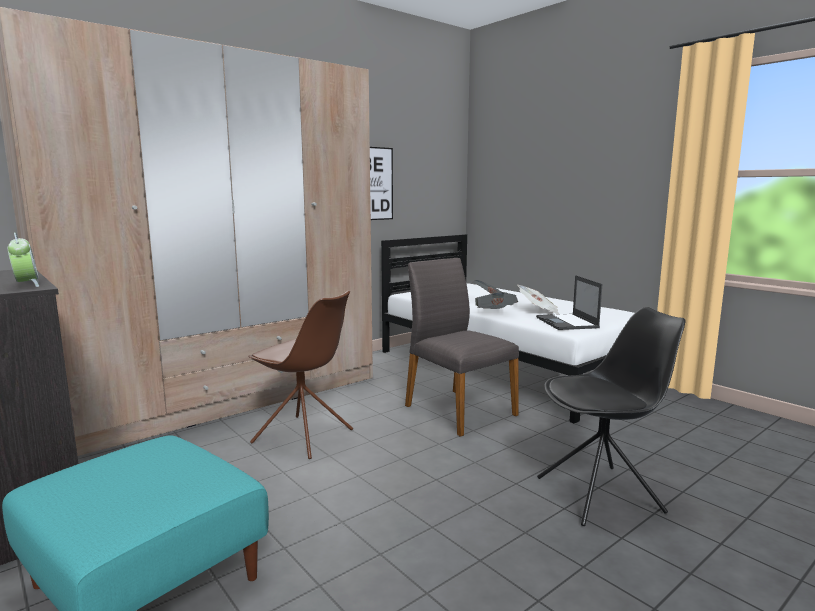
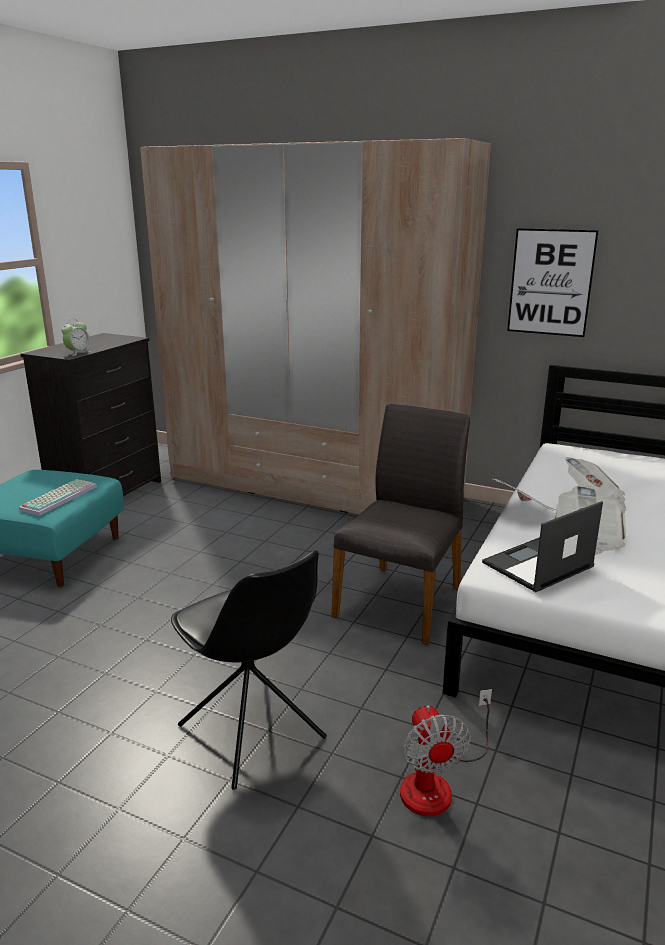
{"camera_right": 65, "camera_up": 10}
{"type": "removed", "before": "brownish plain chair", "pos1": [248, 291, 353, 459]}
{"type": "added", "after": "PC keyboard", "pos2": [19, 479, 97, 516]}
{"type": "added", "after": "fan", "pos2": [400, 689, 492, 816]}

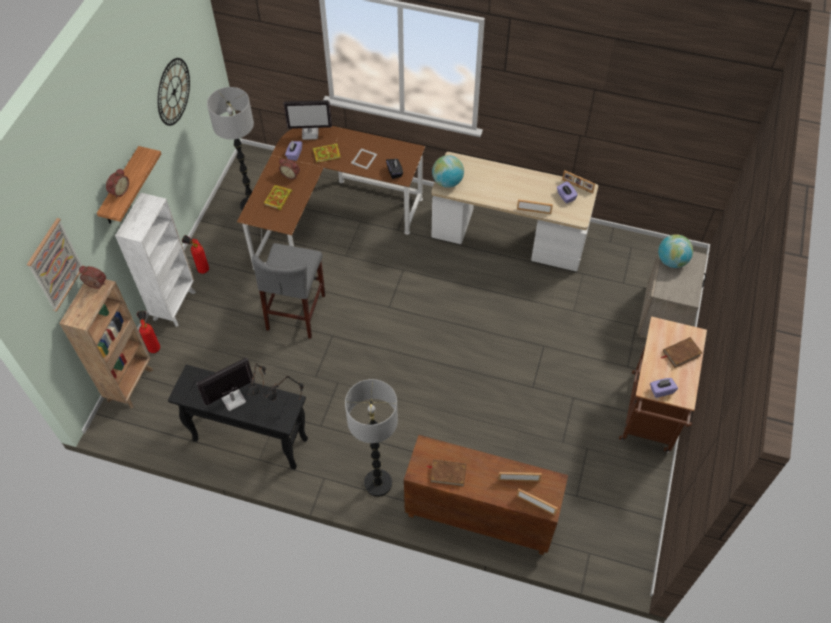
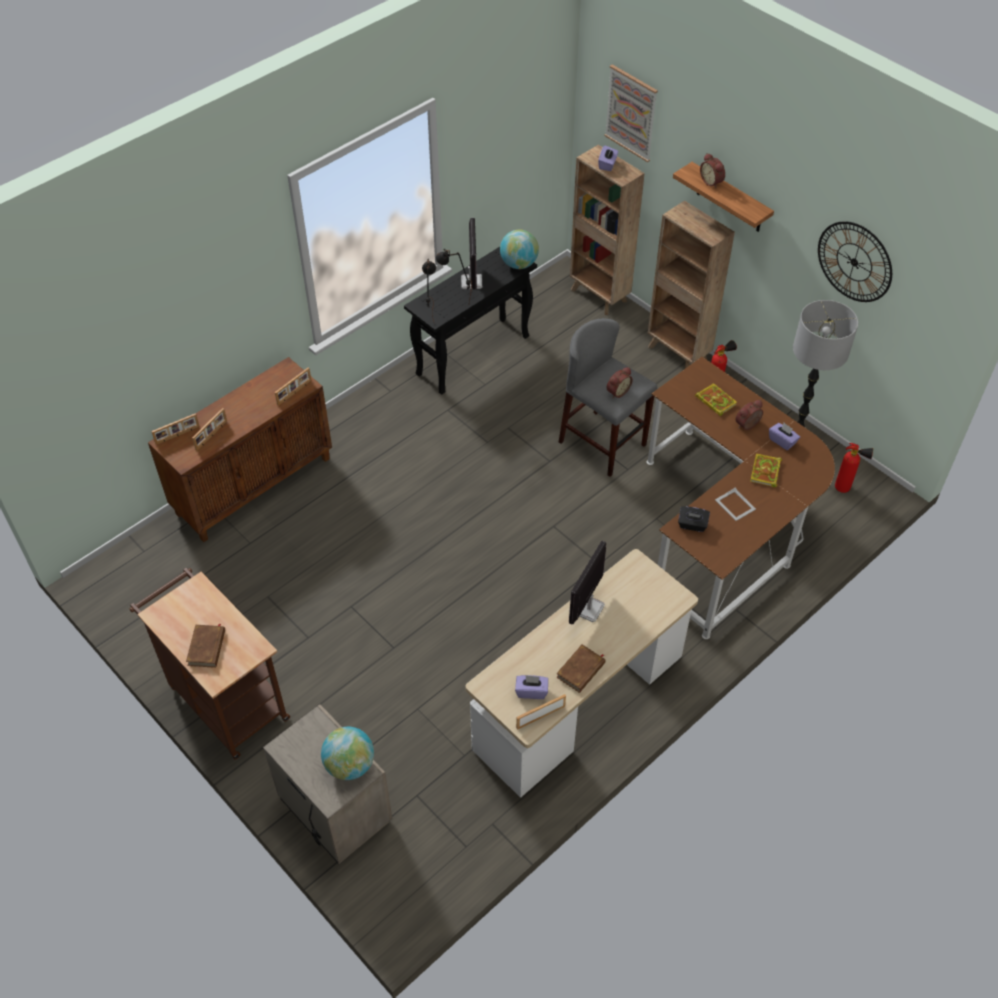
{"camera_right": 120, "camera_up": -5}
{"type": "removed", "before": "standing lamp", "pos1": [345, 379, 398, 497]}
{"type": "moved", "before": "table clock", "pos1": [79, 266, 106, 289], "pos2": [607, 367, 633, 398]}
{"type": "moved", "before": "fire extinguisher", "pos1": [137, 311, 160, 353], "pos2": [835, 443, 873, 493]}
{"type": "moved", "before": "computer screen", "pos1": [283, 100, 332, 140], "pos2": [569, 541, 606, 624]}
{"type": "moved", "before": "brownish bound book", "pos1": [426, 459, 466, 487], "pos2": [556, 645, 605, 693]}
{"type": "moved", "before": "world globe", "pos1": [432, 155, 464, 188], "pos2": [500, 230, 539, 269]}
{"type": "moved", "before": "picture frame", "pos1": [517, 199, 553, 214], "pos2": [275, 368, 311, 406]}
{"type": "moved", "before": "purple tissue holder", "pos1": [650, 378, 678, 398], "pos2": [598, 145, 618, 171]}
{"type": "recoloured", "before": "whitish shelving unit", "after": "brownish shelving unit", "pos1": [115, 193, 196, 327], "pos2": [648, 201, 735, 369]}

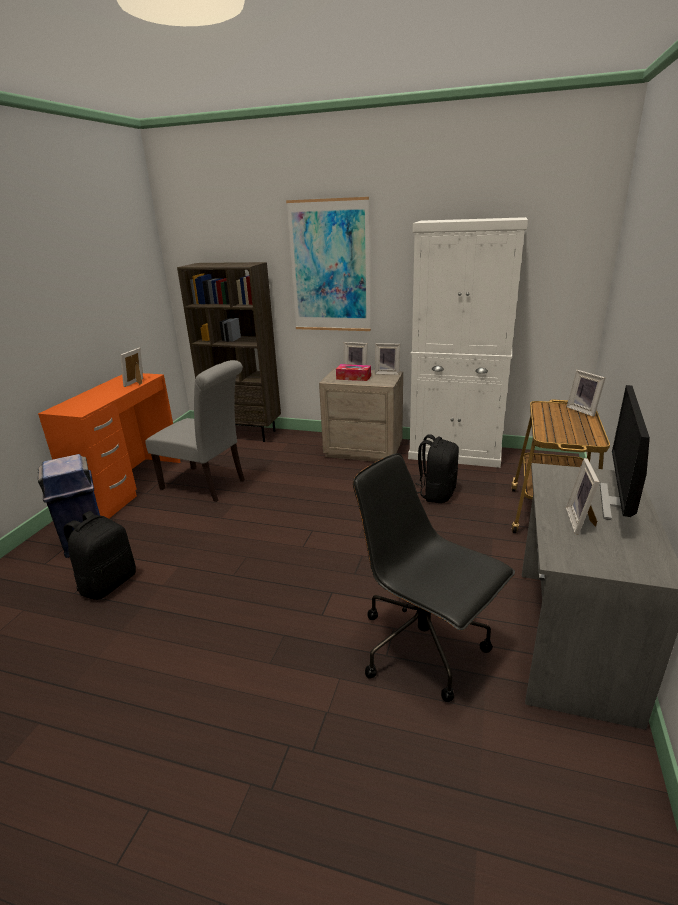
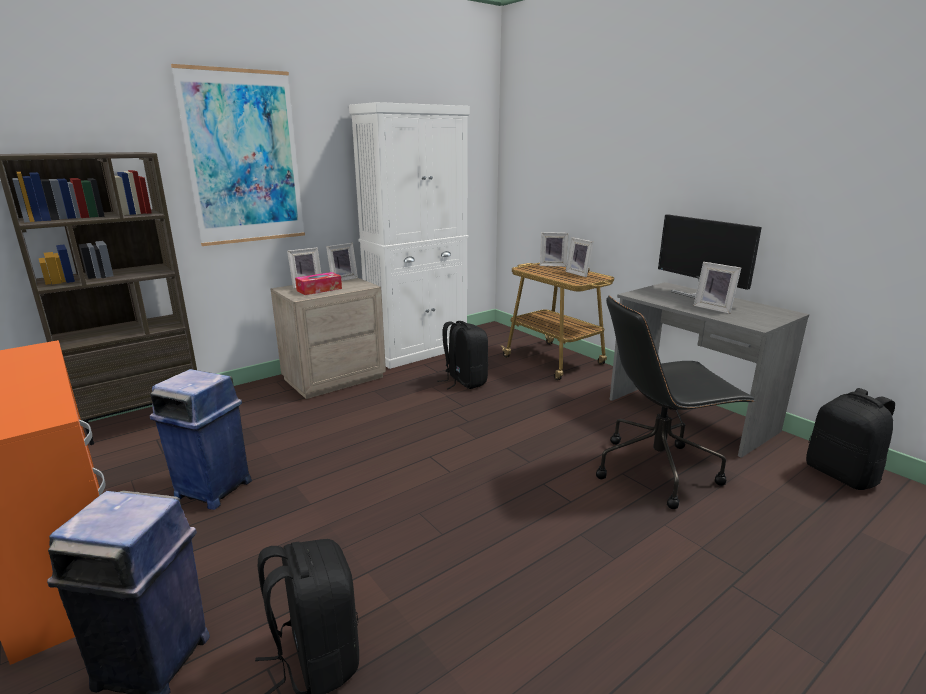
{"camera_right": -55, "camera_up": -5}
{"type": "added", "after": "black rucksack", "pos2": [806, 388, 895, 490]}
{"type": "moved", "before": "picture frame", "pos1": [120, 348, 143, 387], "pos2": [565, 237, 593, 277]}
{"type": "replaced", "before": "gray plain chair", "after": "blue-coloured trash can", "pos1": [145, 360, 245, 502], "pos2": [150, 369, 252, 510]}

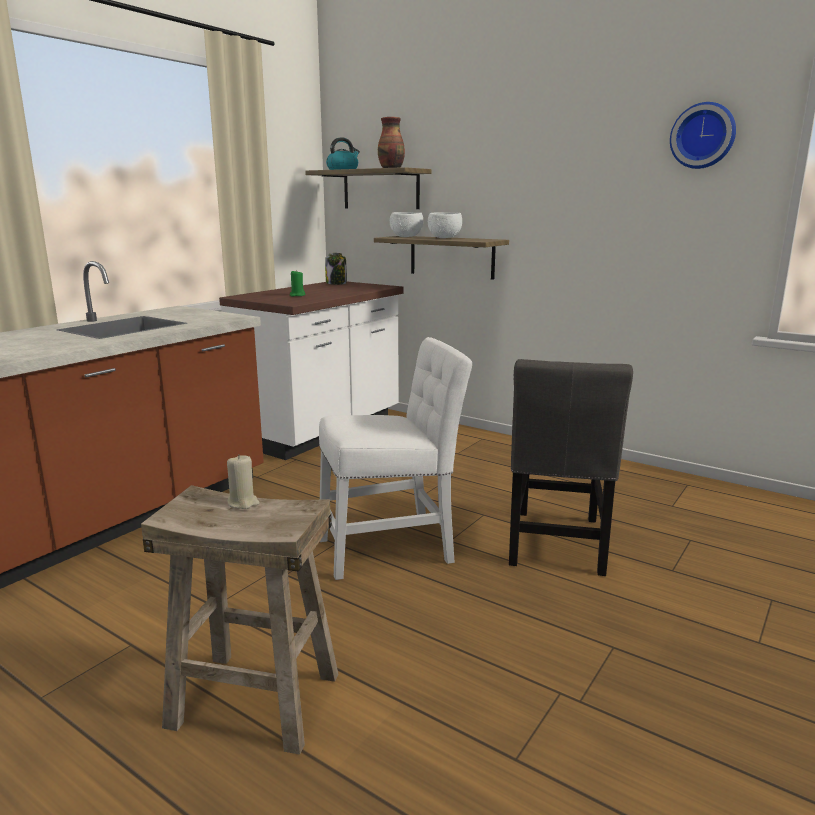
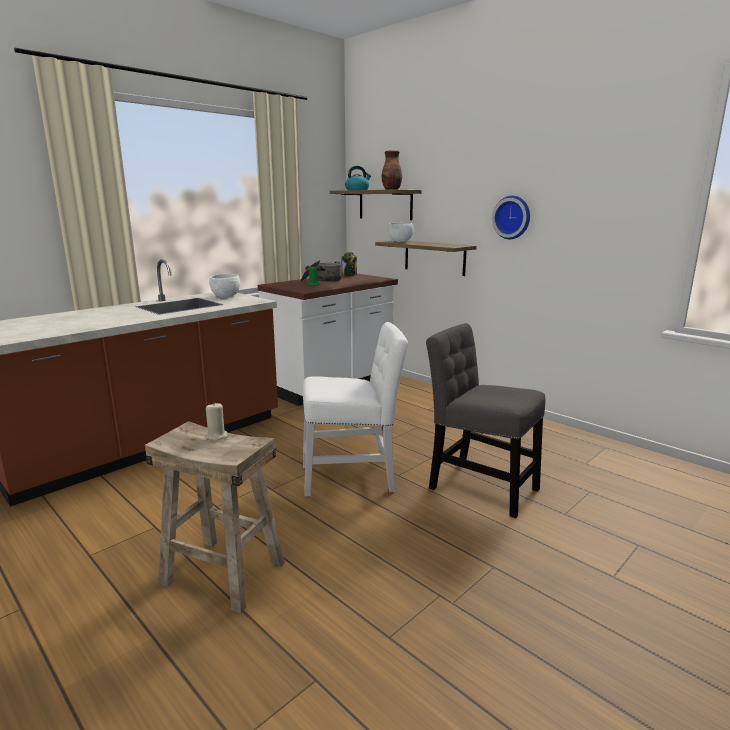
{"camera_right": 10, "camera_up": 0}
{"type": "added", "after": "cooking pot", "pos2": [300, 260, 343, 282]}
{"type": "moved", "before": "whitish deep dish", "pos1": [428, 212, 462, 238], "pos2": [209, 274, 240, 297]}
{"type": "moved", "before": "clock on the wall", "pos1": [670, 102, 736, 169], "pos2": [492, 196, 530, 239]}
{"type": "turned", "before": "gray plain chair", "pos1": [509, 359, 633, 576], "pos2": [426, 323, 546, 518], "turn": 105}

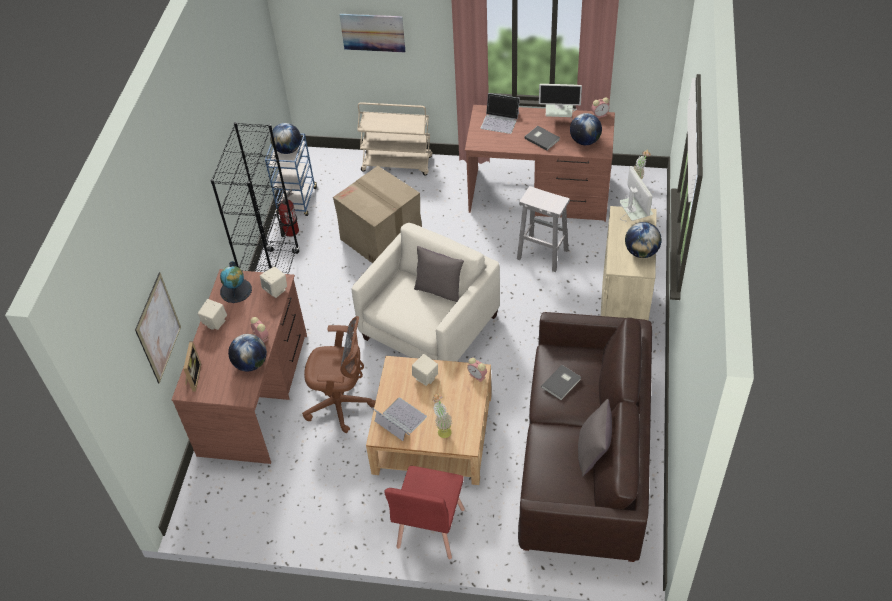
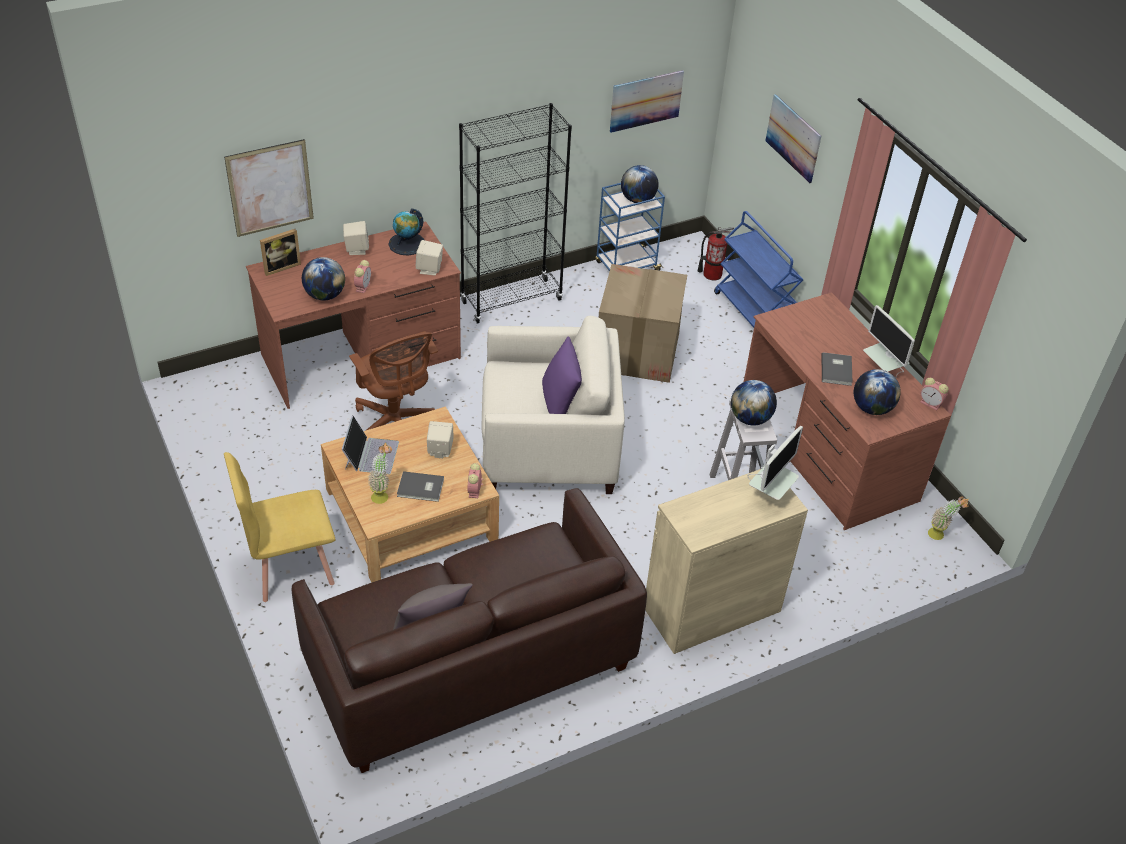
{"camera_right": 50, "camera_up": -5}
{"type": "removed", "before": "notebook computer", "pos1": [481, 93, 520, 134]}
{"type": "added", "after": "wall picture", "pos2": [610, 70, 684, 133]}
{"type": "moved", "before": "fire extinguisher", "pos1": [277, 189, 299, 237], "pos2": [698, 227, 734, 280]}
{"type": "moved", "before": "gray bound book", "pos1": [541, 365, 581, 400], "pos2": [397, 471, 444, 502]}
{"type": "moved", "before": "world globe", "pos1": [625, 222, 662, 258], "pos2": [731, 380, 777, 426]}
{"type": "recoloured", "before": "sand-coloured trolley", "after": "blue-coloured trolley", "pos1": [357, 102, 432, 175], "pos2": [714, 211, 803, 328]}
{"type": "recoloured", "before": "red-coloured plain chair", "after": "yellow-coloured plain chair", "pos1": [384, 466, 465, 559], "pos2": [224, 452, 336, 602]}
{"type": "recoloured", "before": "gray cushion", "after": "purple cushion", "pos1": [414, 246, 464, 302], "pos2": [542, 337, 582, 414]}

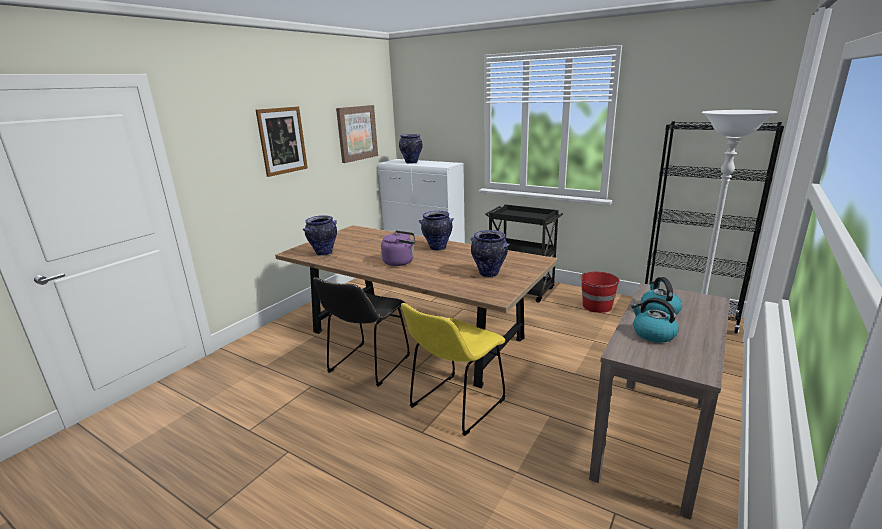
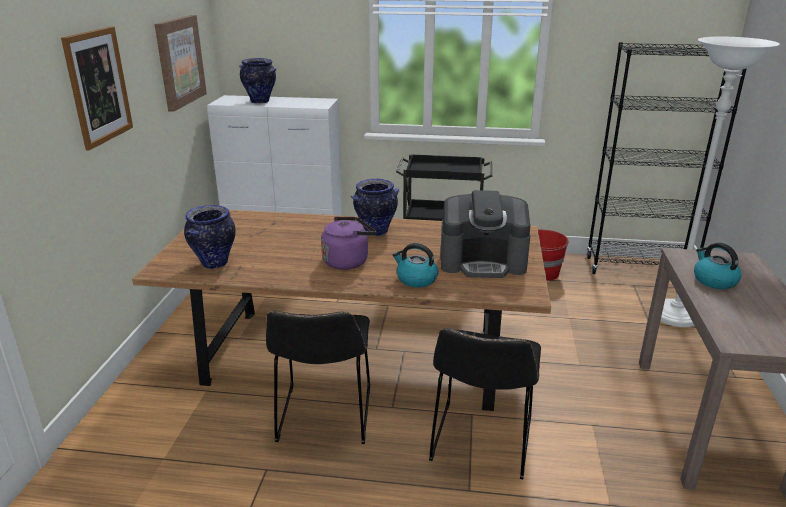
{"camera_right": -25, "camera_up": 5}
{"type": "moved", "before": "kettle", "pos1": [631, 298, 679, 343], "pos2": [393, 243, 438, 288]}
{"type": "replaced", "before": "decorative vase", "after": "coffee brewer", "pos1": [471, 230, 510, 277], "pos2": [441, 190, 531, 278]}
{"type": "recoloured", "before": "yellow-coloured plain chair", "after": "black plain chair", "pos1": [401, 303, 506, 436], "pos2": [429, 328, 541, 479]}

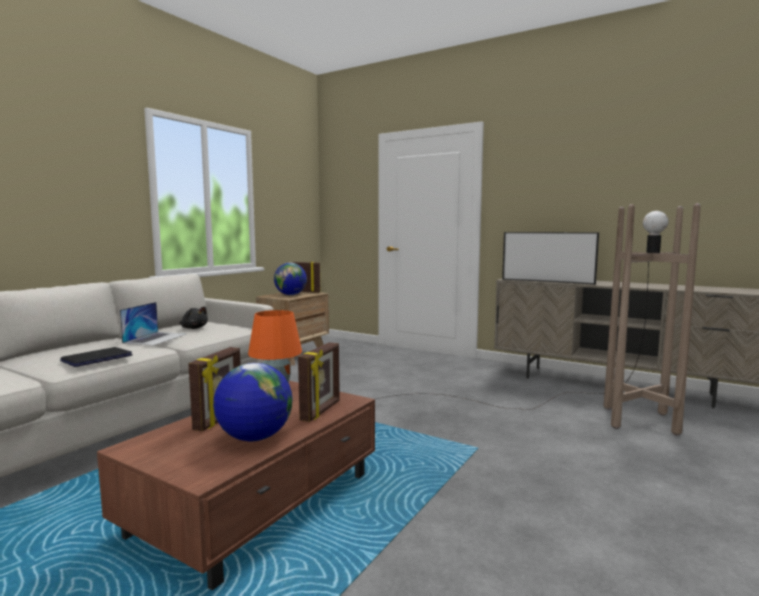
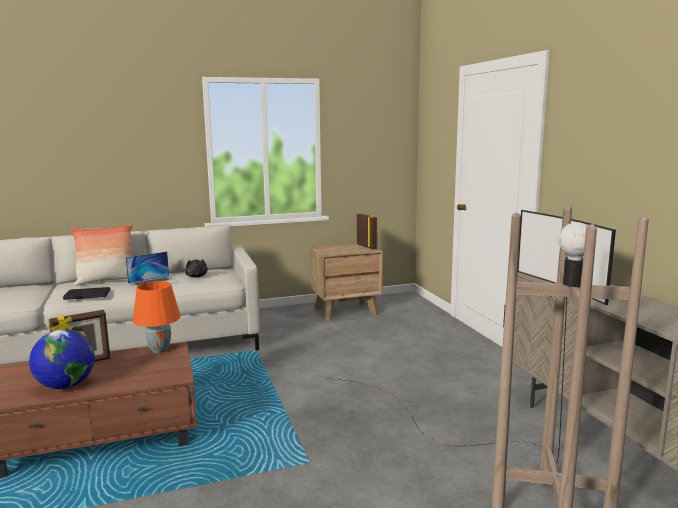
{"camera_right": 40, "camera_up": 5}
{"type": "removed", "before": "world globe", "pos1": [274, 263, 307, 295]}
{"type": "removed", "before": "picture frame", "pos1": [298, 342, 340, 422]}
{"type": "added", "after": "cushion", "pos2": [71, 224, 132, 286]}

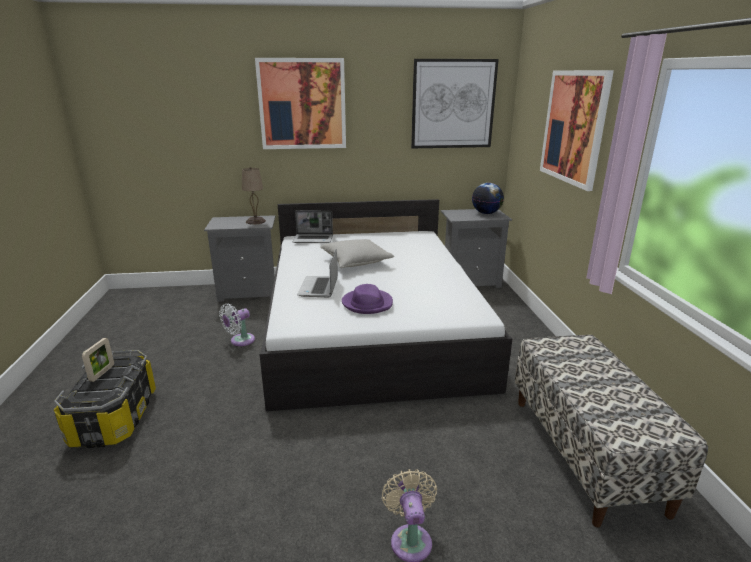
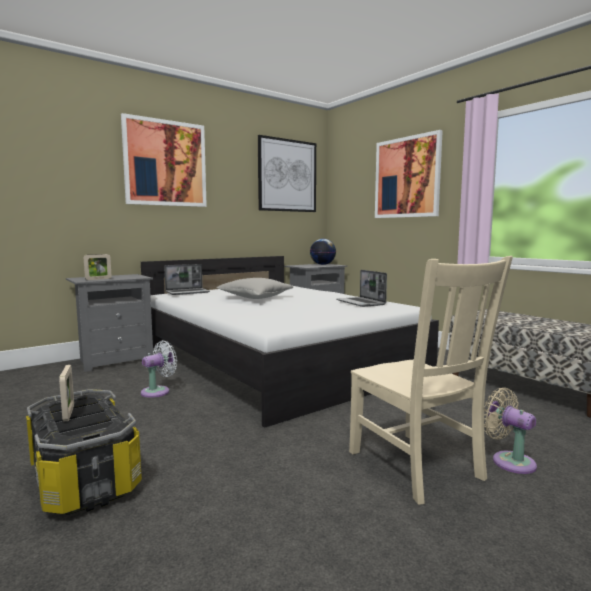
{"camera_right": -30, "camera_up": -15}
{"type": "removed", "before": "sand-coloured tabletop lamp", "pos1": [242, 167, 266, 225]}
{"type": "removed", "before": "purple hat", "pos1": [342, 284, 393, 314]}
{"type": "added", "after": "picture frame", "pos2": [83, 254, 112, 280]}
{"type": "added", "after": "sand-coloured plain chair", "pos2": [349, 256, 513, 505]}
{"type": "moved", "before": "notebook computer", "pos1": [297, 249, 338, 298], "pos2": [337, 270, 387, 307]}
{"type": "turned", "before": "whitish fan", "pos1": [219, 304, 255, 346], "pos2": [141, 340, 177, 398], "turn": -150}

